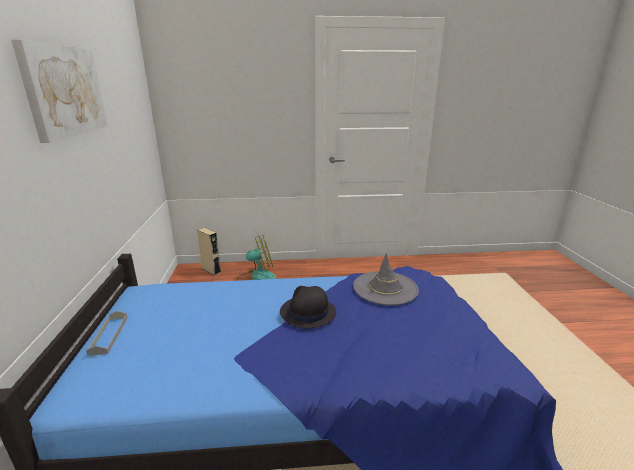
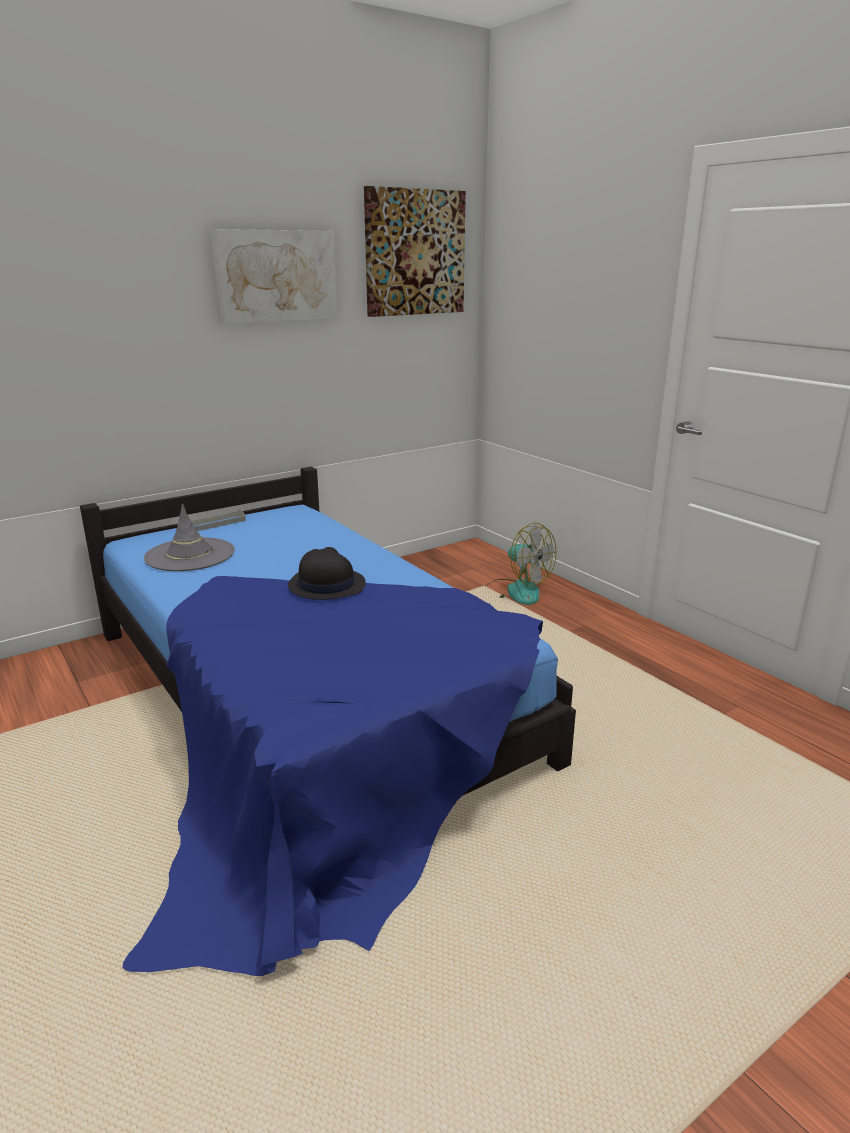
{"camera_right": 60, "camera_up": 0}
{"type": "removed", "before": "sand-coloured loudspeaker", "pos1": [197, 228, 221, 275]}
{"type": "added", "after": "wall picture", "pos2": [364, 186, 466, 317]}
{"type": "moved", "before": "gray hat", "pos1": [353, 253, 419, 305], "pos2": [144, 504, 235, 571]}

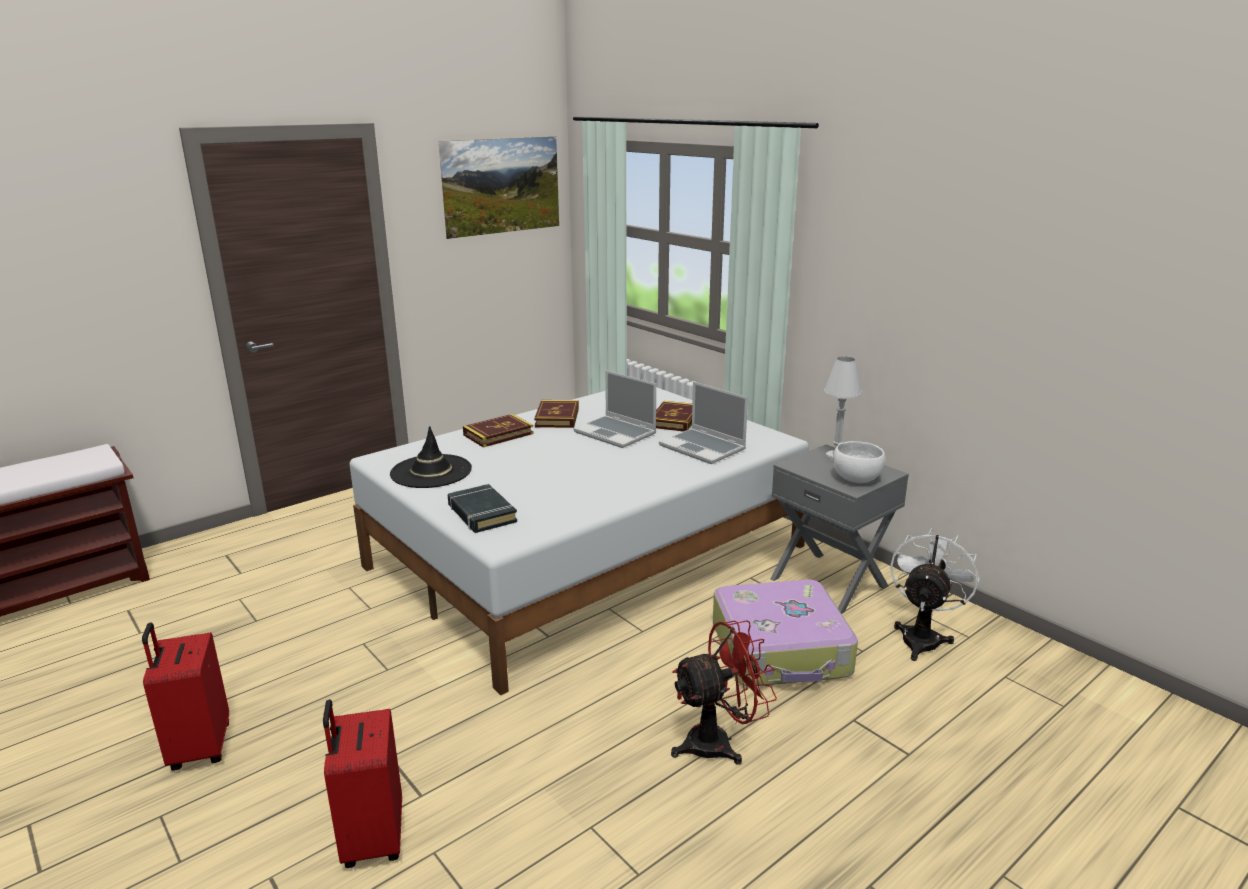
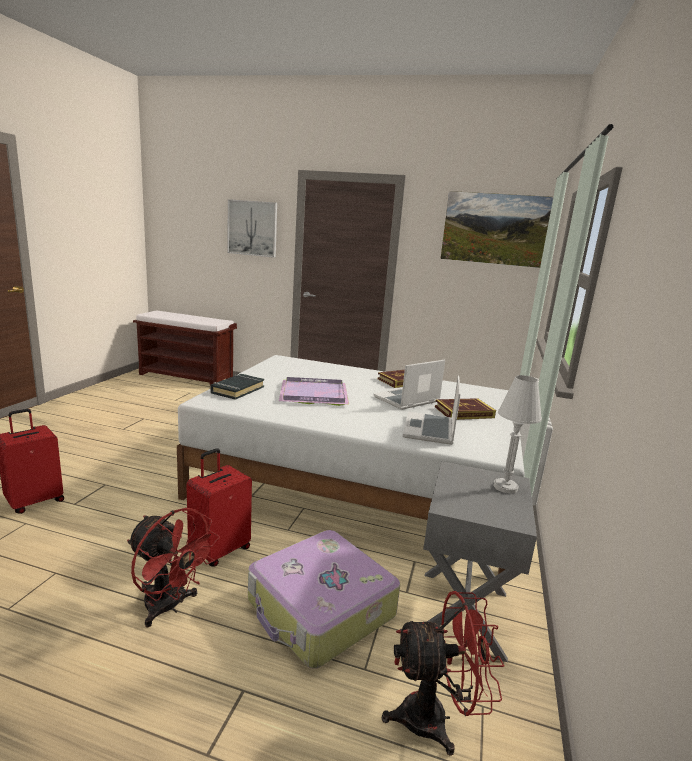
{"camera_right": 55, "camera_up": -5}
{"type": "removed", "before": "black hat", "pos1": [390, 426, 472, 488]}
{"type": "removed", "before": "bound book", "pos1": [463, 414, 534, 448]}
{"type": "removed", "before": "whitish deep dish", "pos1": [833, 441, 885, 483]}
{"type": "added", "after": "wall picture", "pos2": [228, 199, 277, 258]}
{"type": "added", "after": "purple carrying tray", "pos2": [279, 377, 349, 406]}
{"type": "moved", "before": "red-coloured travel case", "pos1": [142, 622, 229, 771], "pos2": [186, 448, 252, 567]}
{"type": "recoloured", "before": "whitish fan", "after": "red-coloured fan", "pos1": [890, 528, 979, 661], "pos2": [382, 591, 505, 756]}
{"type": "turned", "before": "notebook computer", "pos1": [573, 370, 656, 448], "pos2": [373, 360, 445, 410], "turn": 45}

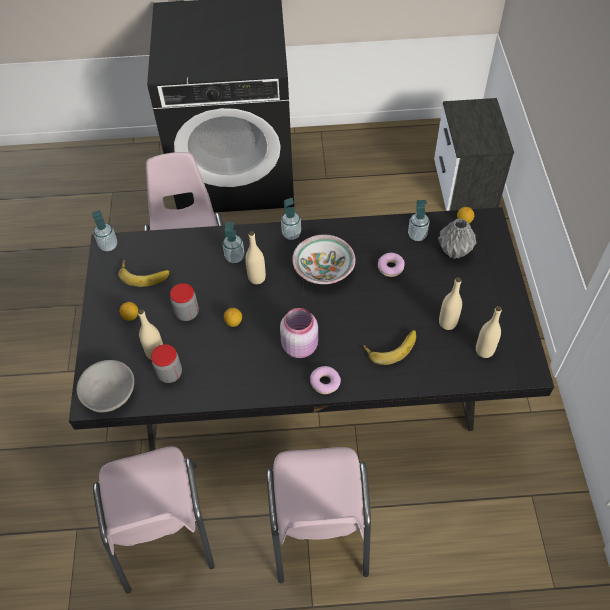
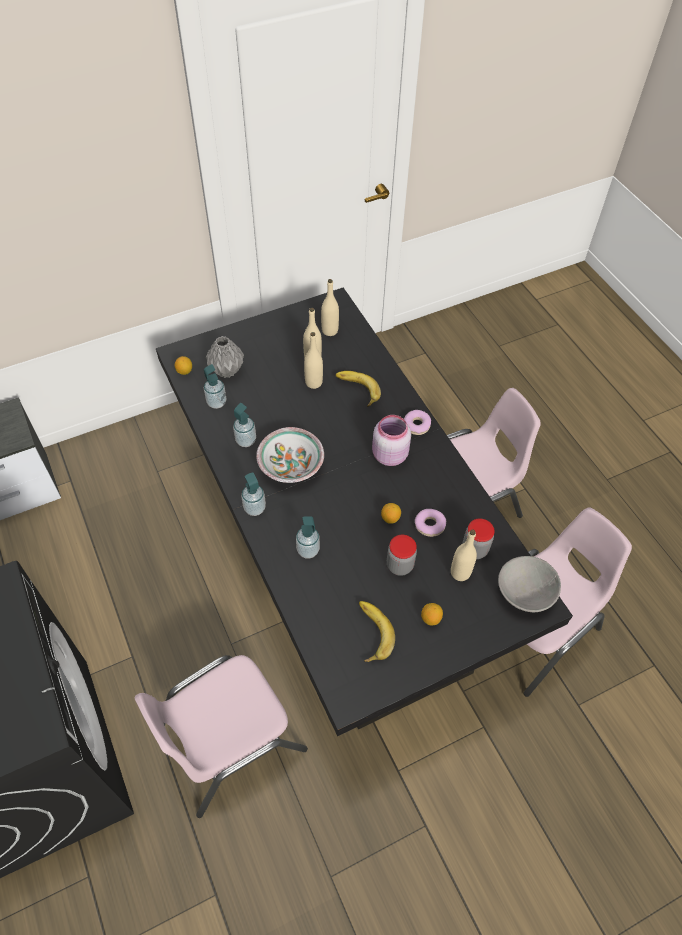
{"camera_right": -115, "camera_up": 0}
{"type": "moved", "before": "soap bottle", "pos1": [92, 210, 117, 251], "pos2": [233, 403, 256, 447]}
{"type": "moved", "before": "sand-coloured beverage bottle", "pos1": [245, 231, 266, 284], "pos2": [304, 332, 323, 389]}
{"type": "moved", "before": "ring doughnut", "pos1": [378, 253, 405, 277], "pos2": [415, 509, 446, 537]}

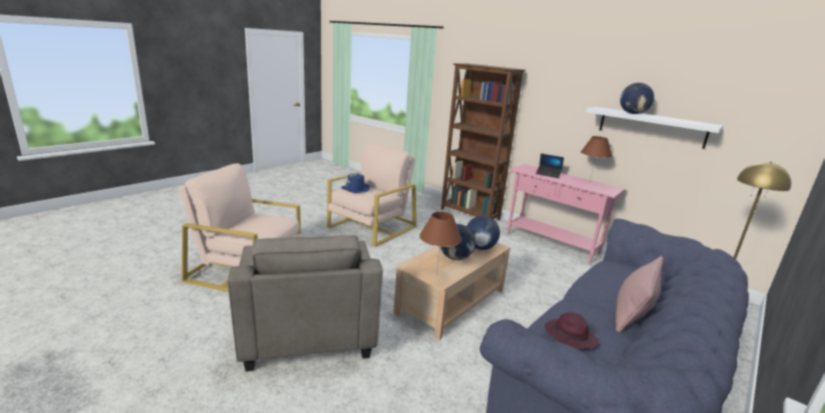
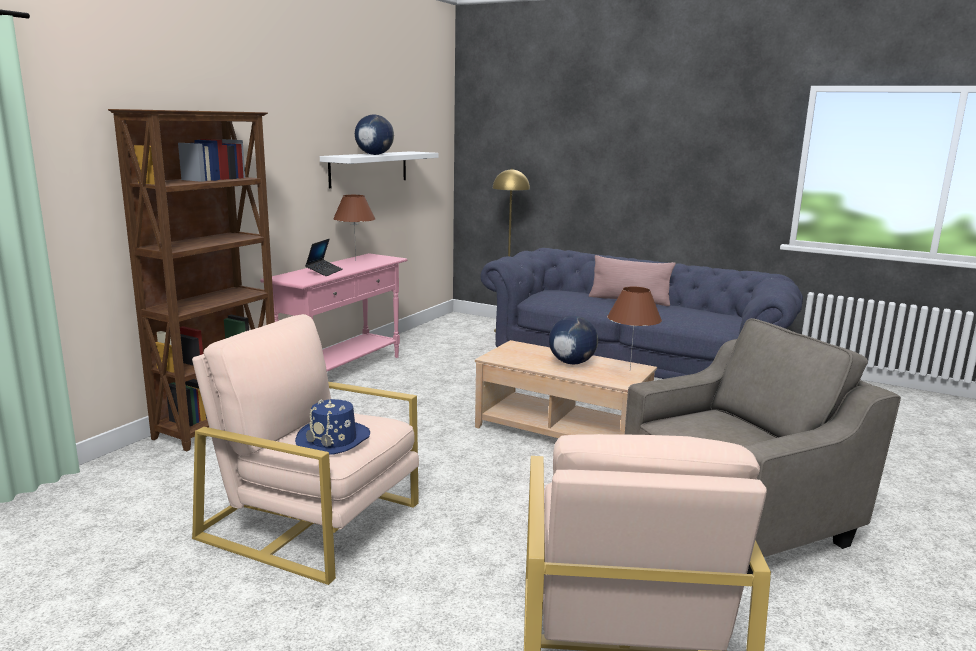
{"camera_right": -100, "camera_up": -5}
{"type": "removed", "before": "world globe", "pos1": [467, 216, 500, 250]}
{"type": "removed", "before": "purple hat", "pos1": [545, 312, 598, 349]}

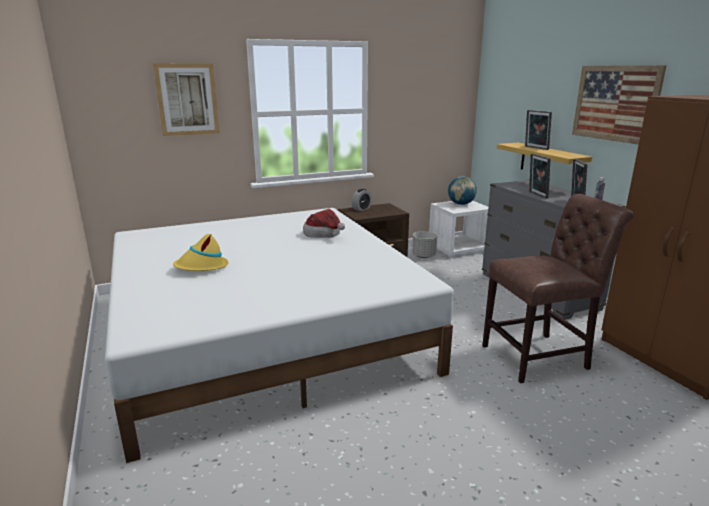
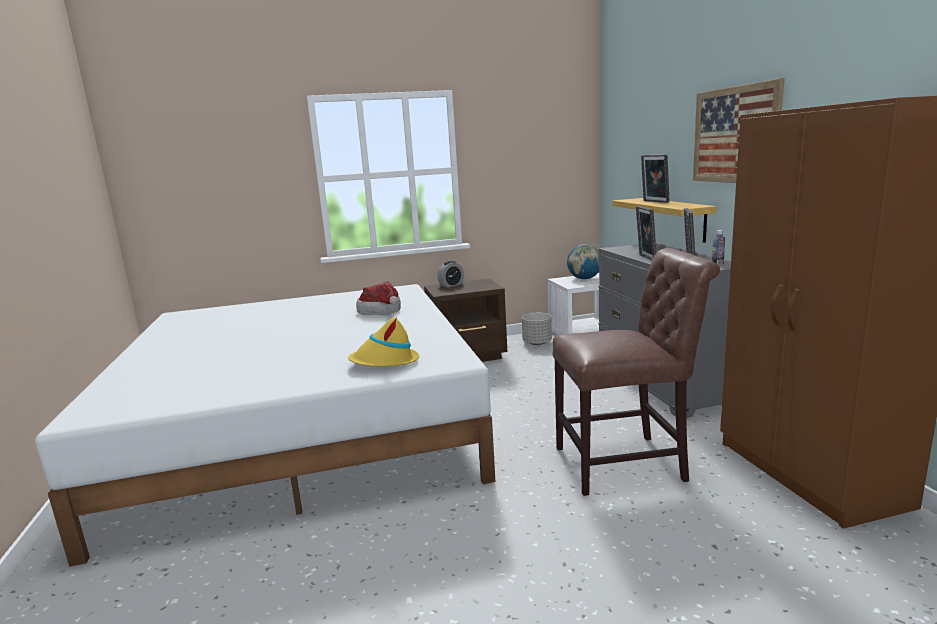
{"camera_right": 10, "camera_up": -5}
{"type": "removed", "before": "wall picture", "pos1": [153, 64, 219, 136]}
{"type": "moved", "before": "yellow-coloured hat", "pos1": [173, 234, 229, 271], "pos2": [348, 318, 419, 366]}

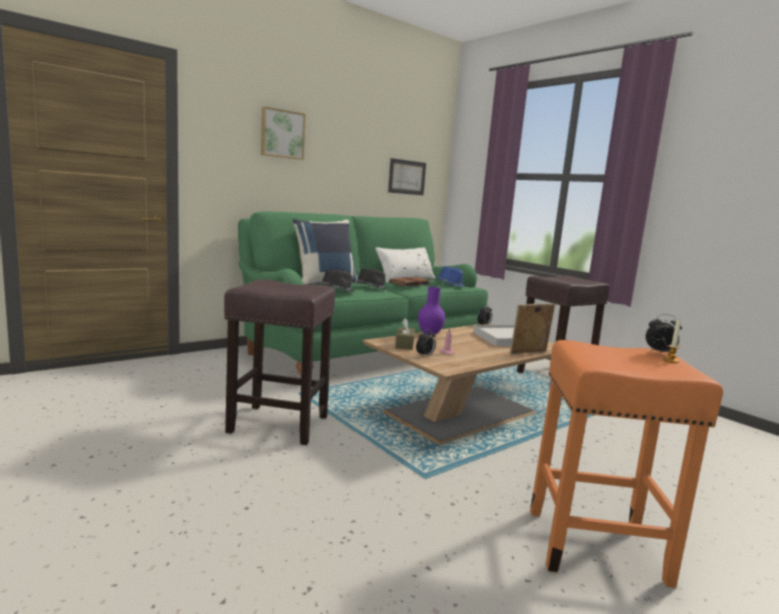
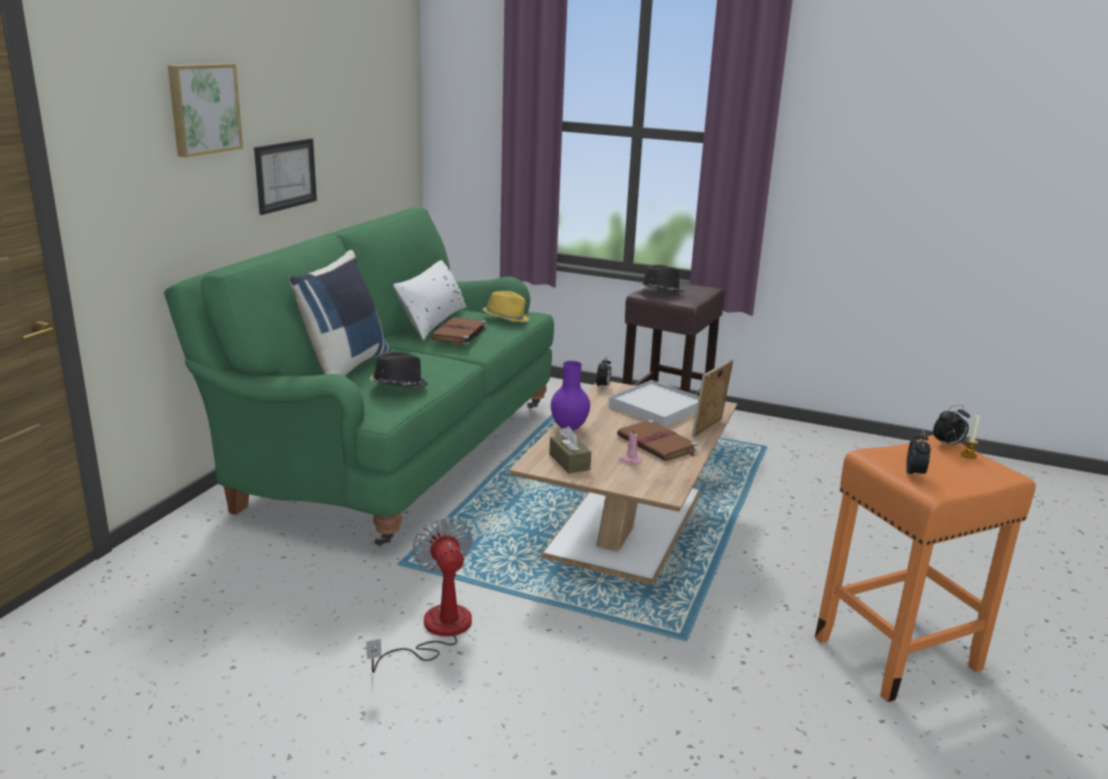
{"camera_right": -30, "camera_up": 10}
{"type": "added", "after": "brownish bound book", "pos2": [617, 420, 698, 461]}
{"type": "moved", "before": "black hat", "pos1": [355, 269, 387, 289], "pos2": [639, 265, 684, 292]}
{"type": "moved", "before": "wall picture", "pos1": [388, 158, 426, 195], "pos2": [254, 138, 317, 215]}
{"type": "moved", "before": "table clock", "pos1": [416, 329, 436, 356], "pos2": [906, 430, 931, 480]}
{"type": "replaced", "before": "brownish sitting stool", "after": "fan", "pos1": [224, 279, 335, 445], "pos2": [366, 517, 472, 673]}
{"type": "recoloured", "before": "blue-coloured hat", "after": "yellow-coloured hat", "pos1": [436, 267, 465, 287], "pos2": [483, 291, 530, 322]}

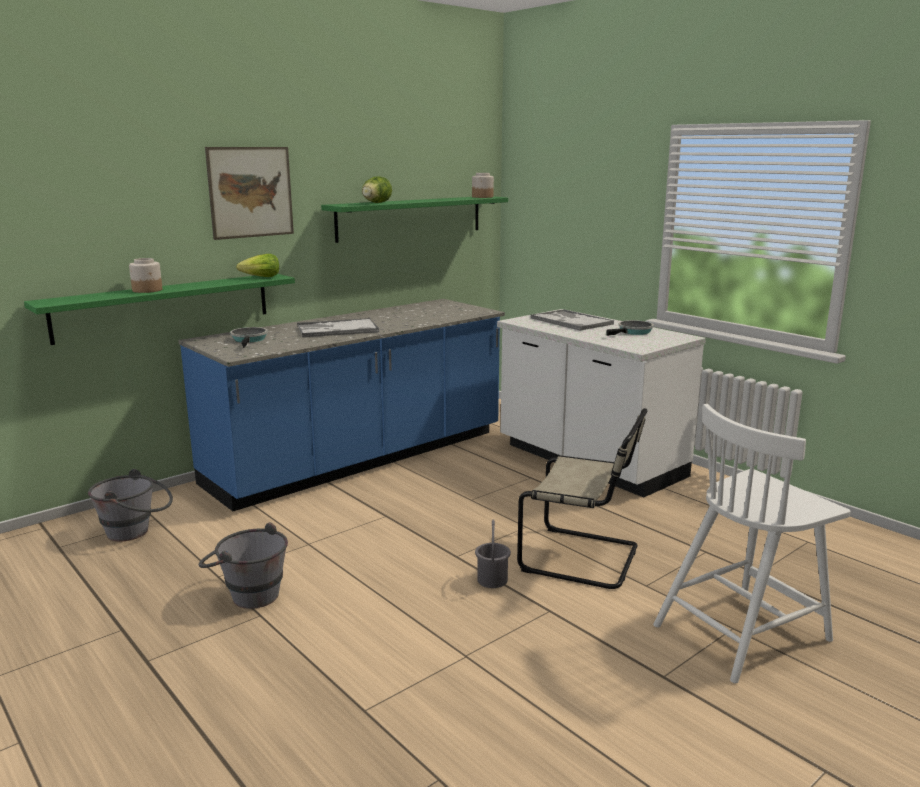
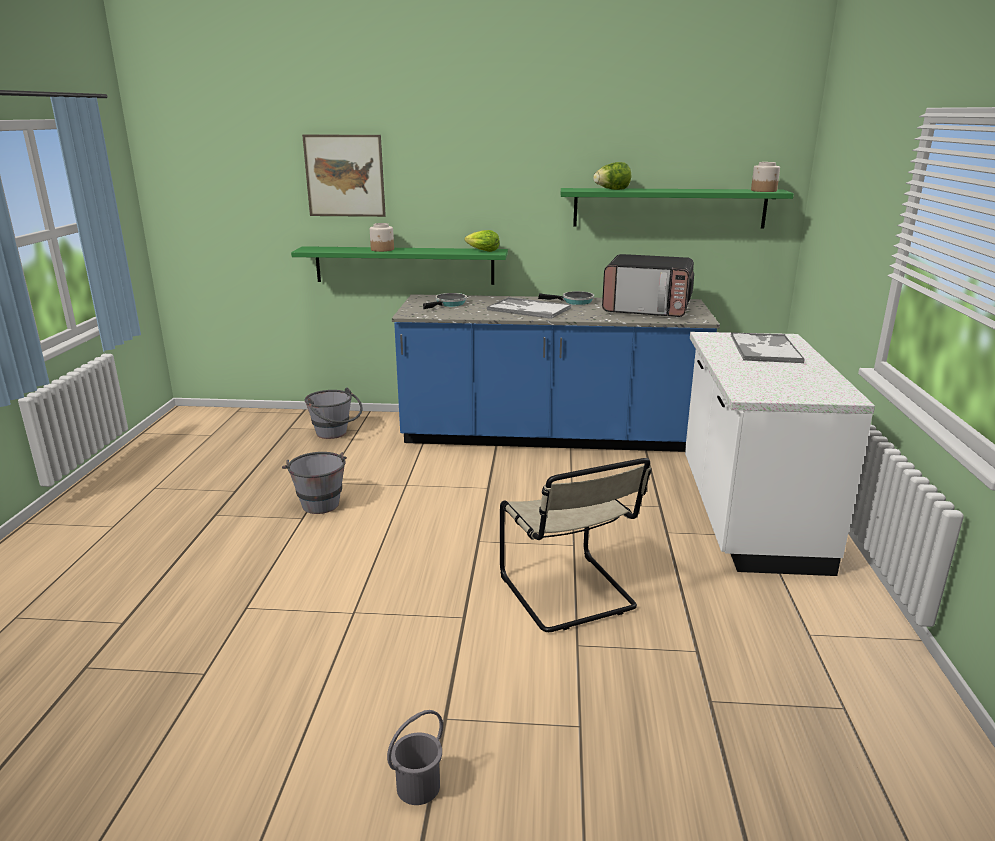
{"camera_right": 45, "camera_up": 5}
{"type": "removed", "before": "whitish plain chair", "pos1": [653, 404, 851, 683]}
{"type": "added", "after": "microwave oven", "pos2": [602, 254, 694, 317]}
{"type": "moved", "before": "wall picture", "pos1": [205, 147, 294, 240], "pos2": [302, 134, 386, 217]}
{"type": "moved", "before": "gray water bucket", "pos1": [475, 519, 511, 588], "pos2": [387, 710, 443, 805]}
{"type": "moved", "before": "frying pan", "pos1": [606, 320, 654, 336], "pos2": [538, 291, 594, 305]}

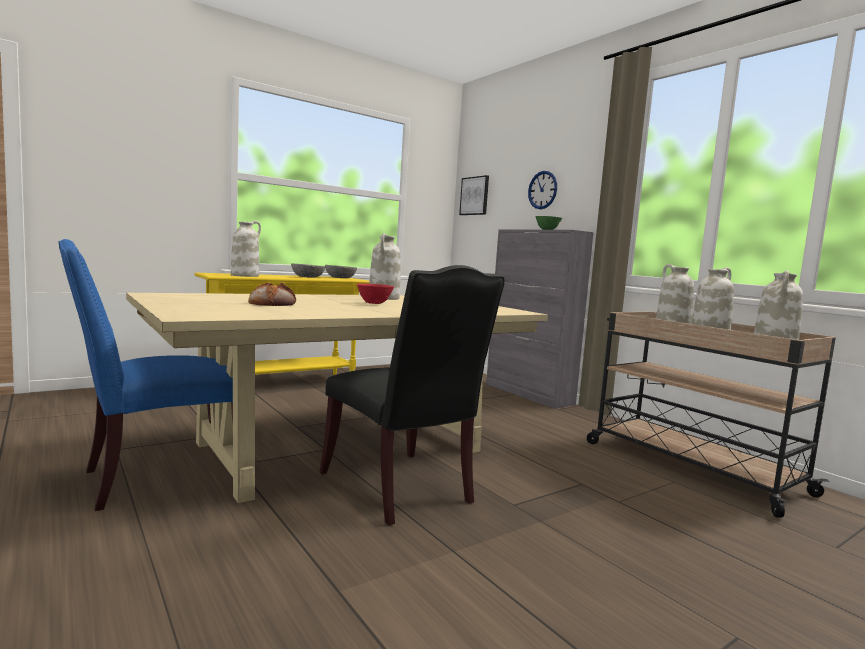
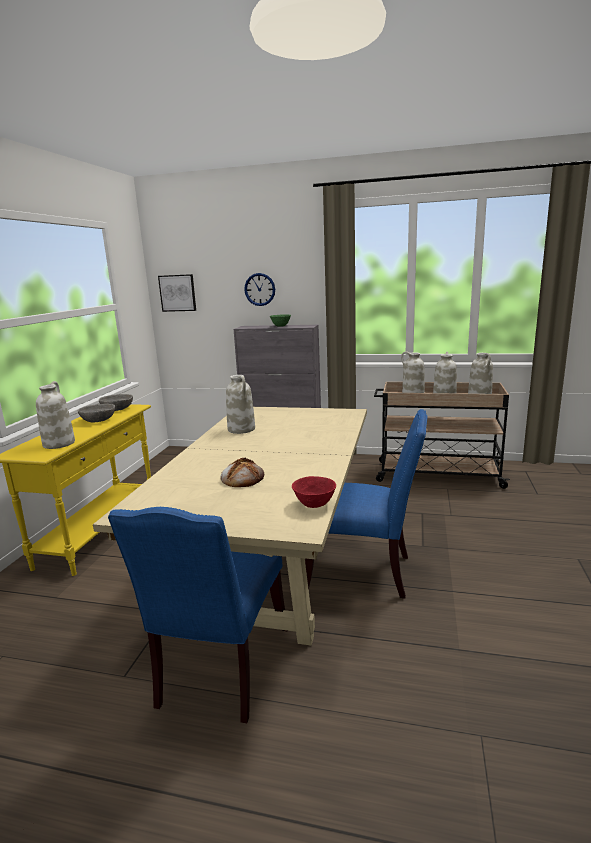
{"camera_right": -40, "camera_up": 10}
{"type": "moved", "before": "red-coloured deep dish", "pos1": [357, 284, 394, 304], "pos2": [292, 476, 336, 508]}
{"type": "recoloured", "before": "black plain chair", "after": "blue-coloured plain chair", "pos1": [319, 265, 504, 525], "pos2": [305, 409, 428, 598]}

